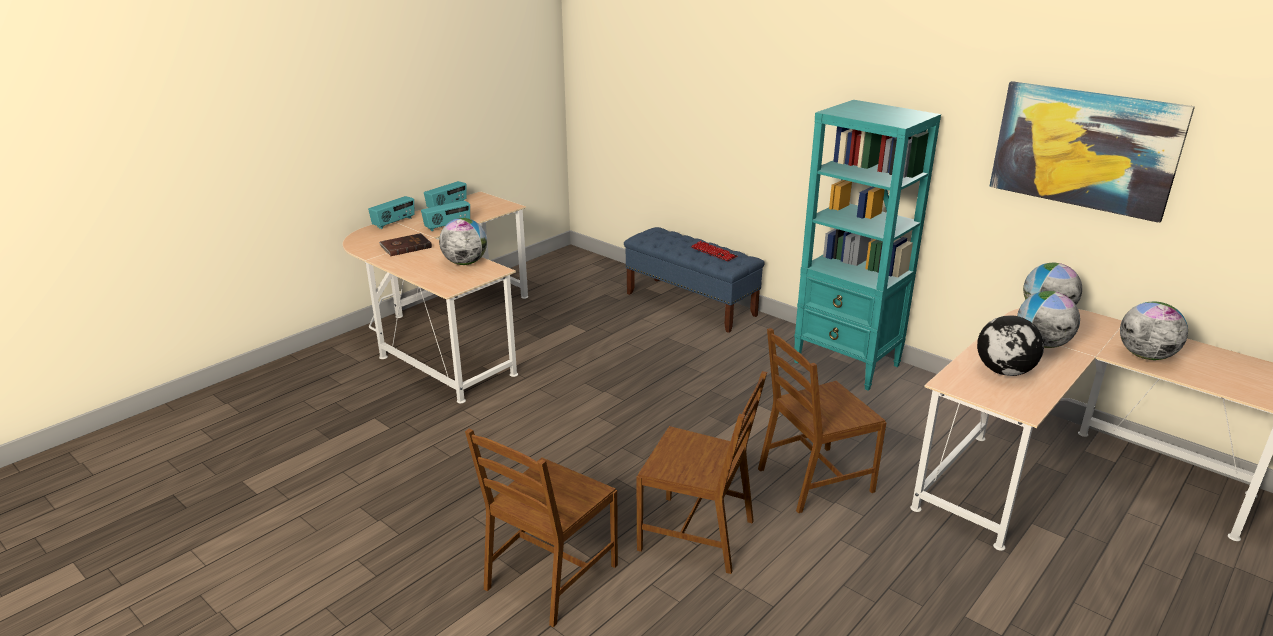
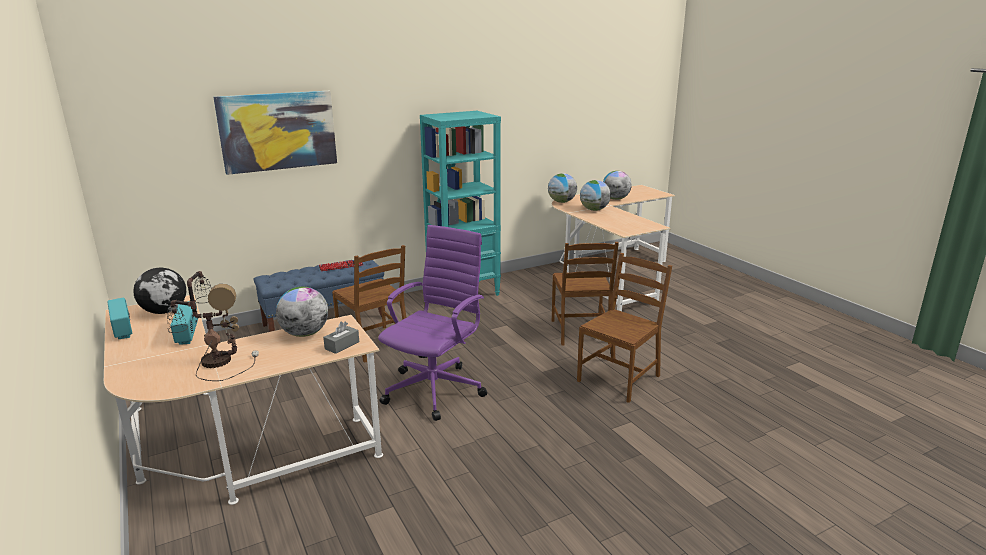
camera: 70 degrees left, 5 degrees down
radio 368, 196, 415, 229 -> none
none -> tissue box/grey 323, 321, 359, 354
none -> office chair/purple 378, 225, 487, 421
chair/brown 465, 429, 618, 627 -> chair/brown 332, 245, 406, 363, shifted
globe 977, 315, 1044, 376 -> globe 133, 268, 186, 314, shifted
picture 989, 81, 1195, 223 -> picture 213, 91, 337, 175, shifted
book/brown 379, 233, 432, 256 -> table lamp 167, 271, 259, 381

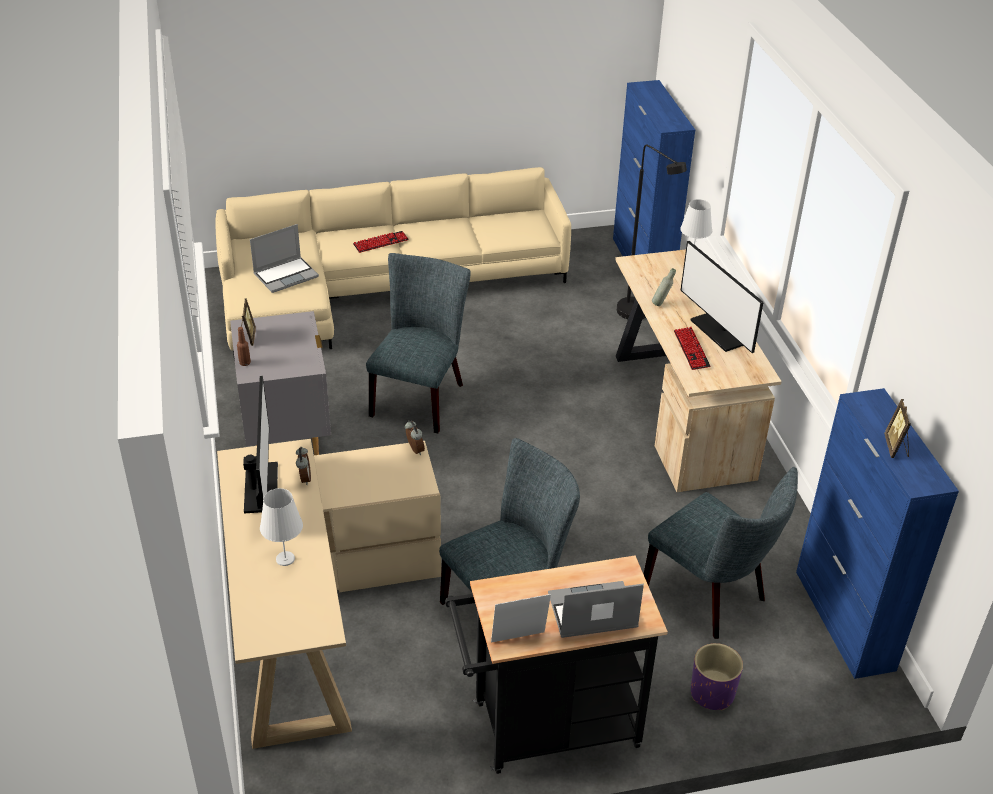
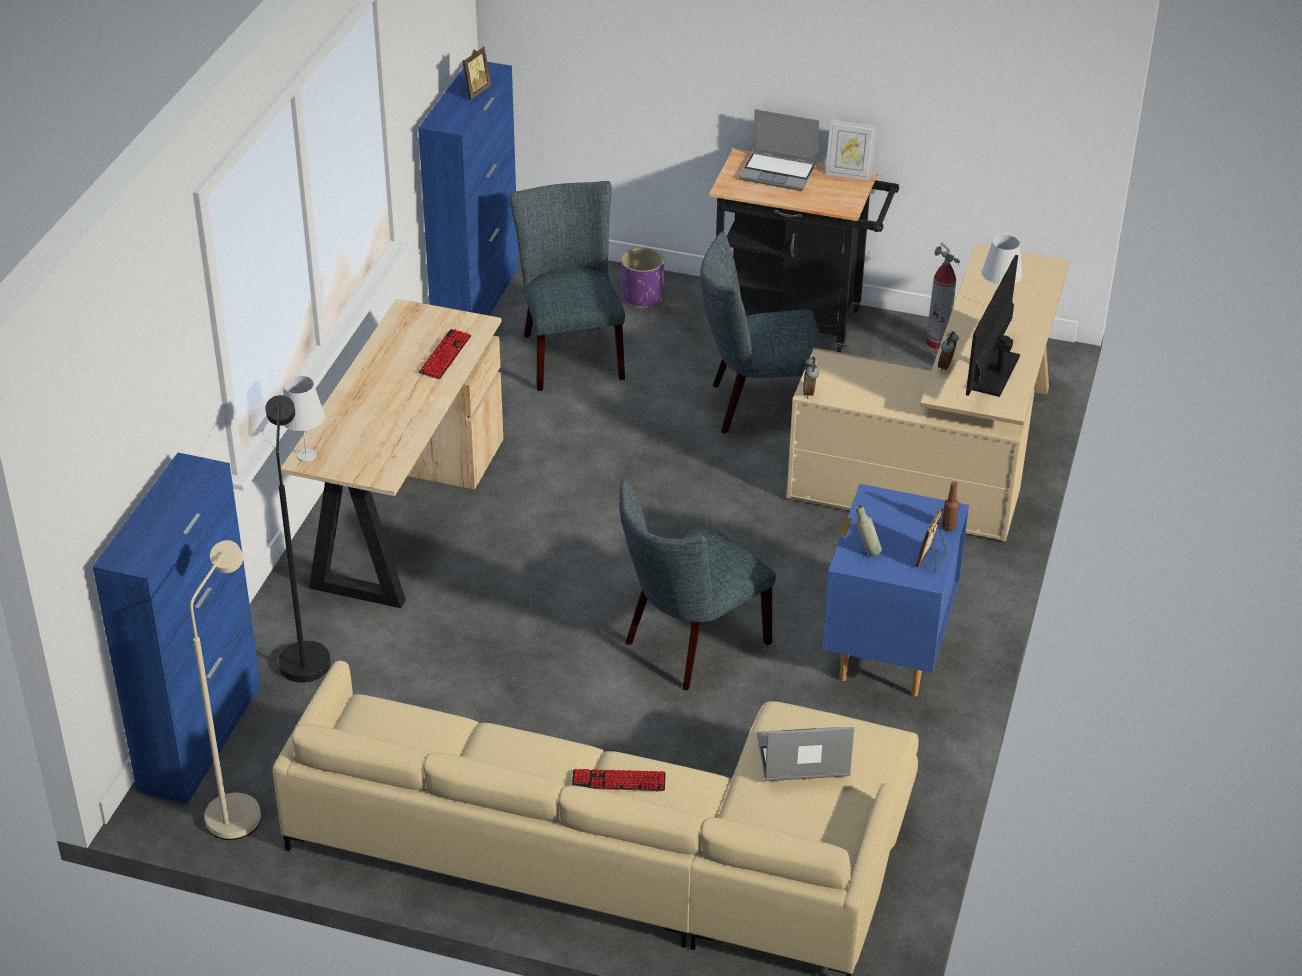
camera: 150 degrees left, 0 degrees up
monitor 681, 241, 764, 353 -> none
none -> floor lamp/beige 190, 540, 261, 840
none -> fire extinguisher 926, 242, 960, 349
bottle/grey 652, 268, 676, 306 -> bottle/grey 856, 505, 882, 556, shifted
nightstand/grey 230, 311, 331, 455 -> nightstand/blue 822, 484, 969, 696

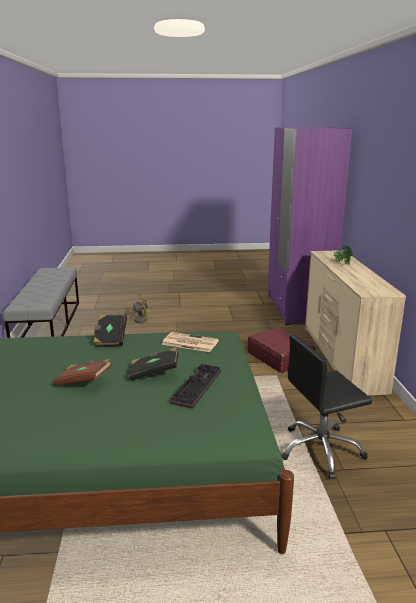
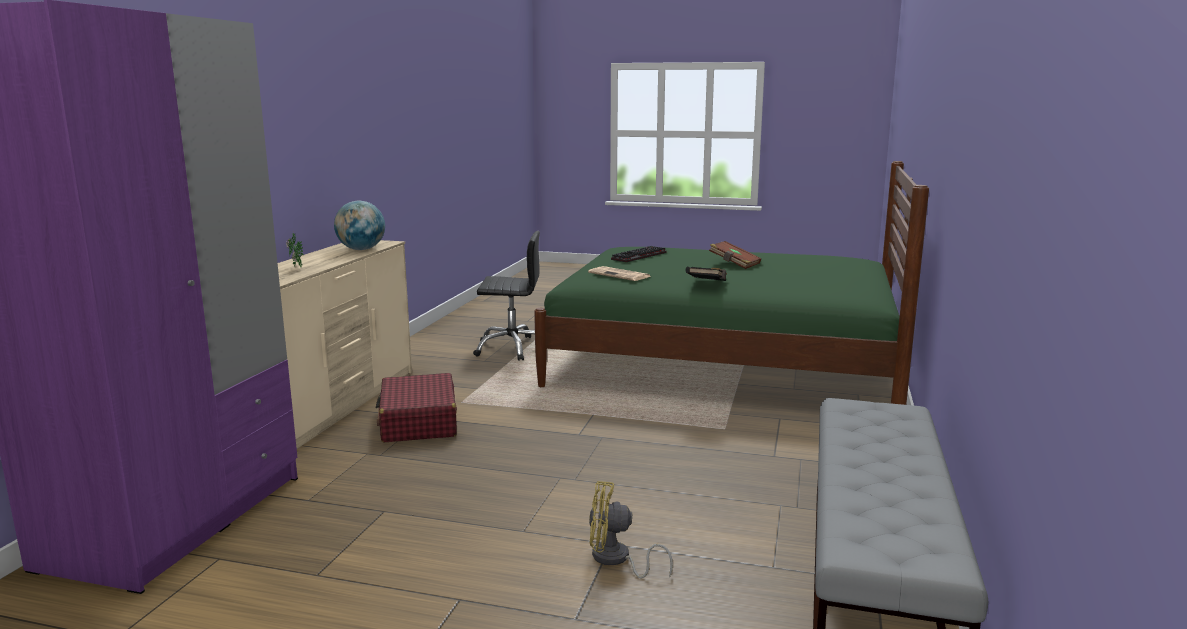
camera: 160 degrees left, 5 degrees down
book/black 129, 348, 178, 380 -> none
none -> globe 334, 201, 385, 250

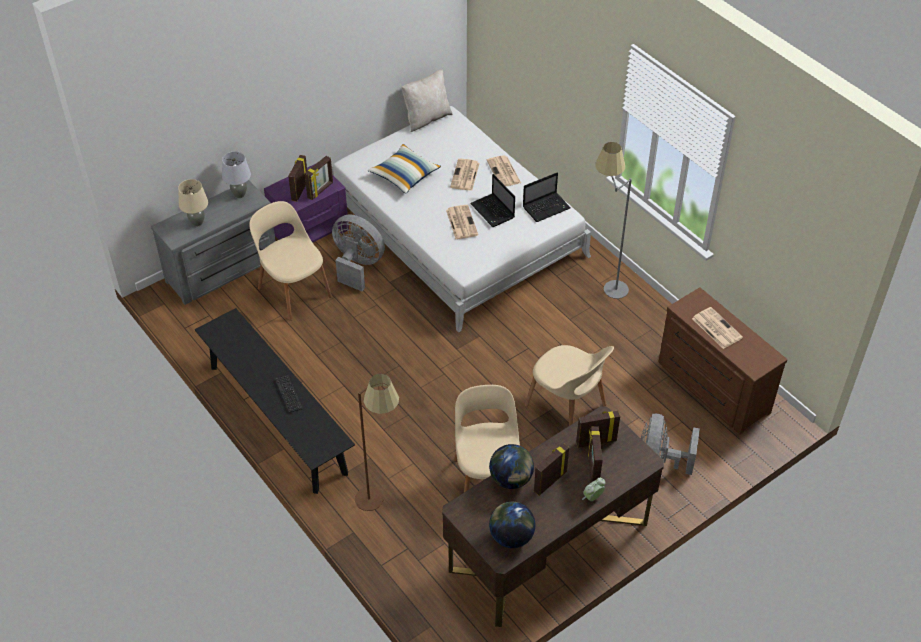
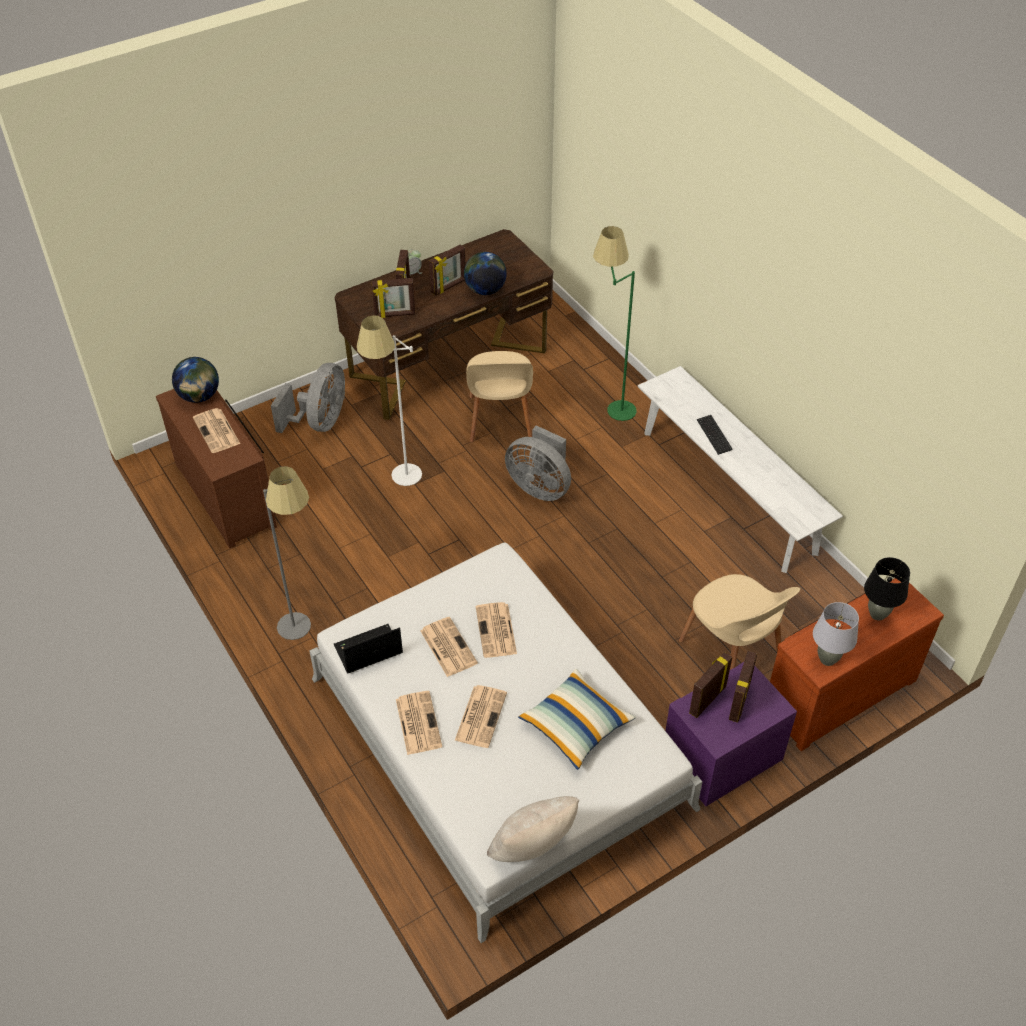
camera: 175 degrees left, 0 degrees up
fan/grey 332, 215, 385, 291 -> fan/grey 505, 425, 571, 501, shifted
globe 489, 502, 535, 548 -> globe 172, 357, 219, 403, shifted
laptop 470, 174, 515, 227 -> newspaper 420, 617, 478, 677
chair/beige 524, 345, 614, 426 -> floor lamp/white 357, 315, 422, 486
dresser/grey 151, 180, 275, 305 -> dresser/brown 770, 578, 944, 751
table lamp/beige 178, 179, 208, 227 -> table lamp/black 864, 557, 910, 621
bench/black 195, 308, 355, 494 -> bench/white 638, 366, 843, 573
floor lamp/brown 355, 374, 399, 511 -> floor lamp/green 593, 226, 637, 421

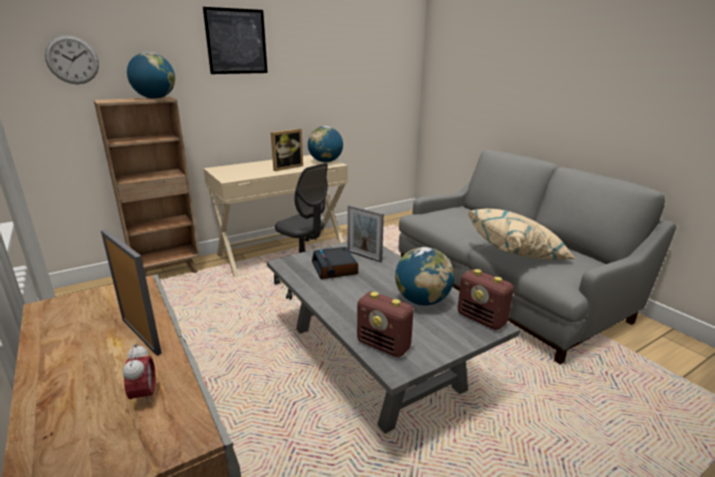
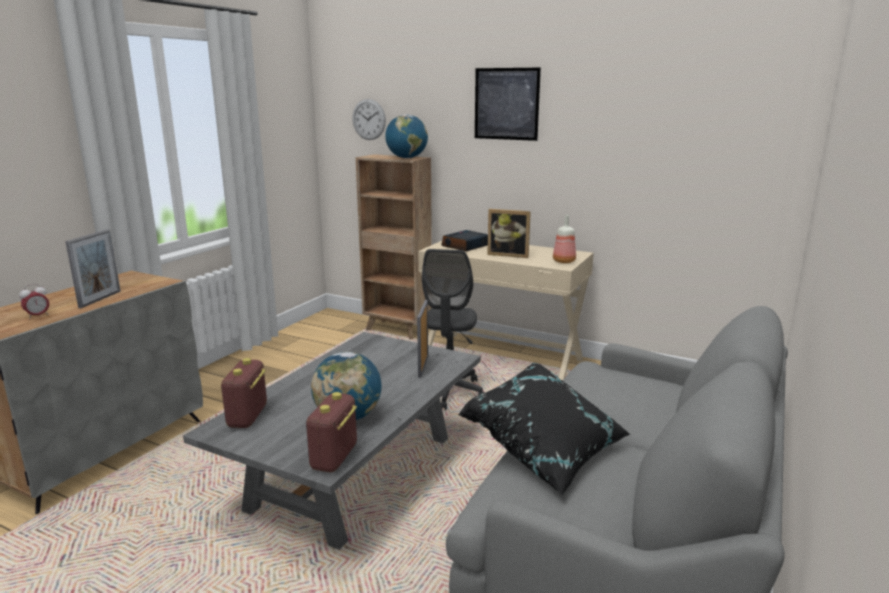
camera: 60 degrees right, 5 degrees down
alarm clock 312, 247, 358, 279 -> alarm clock 442, 230, 488, 251, shifted
globe 308, 126, 343, 163 -> bottle 553, 215, 576, 263
pillow/beige 467, 209, 576, 260 -> pillow/black 458, 363, 630, 495

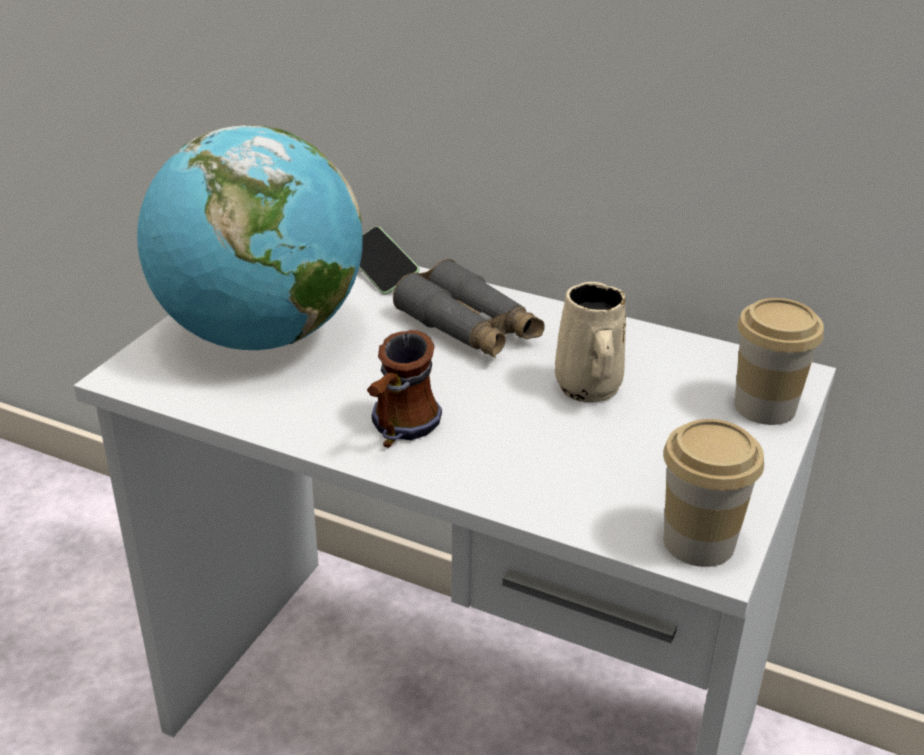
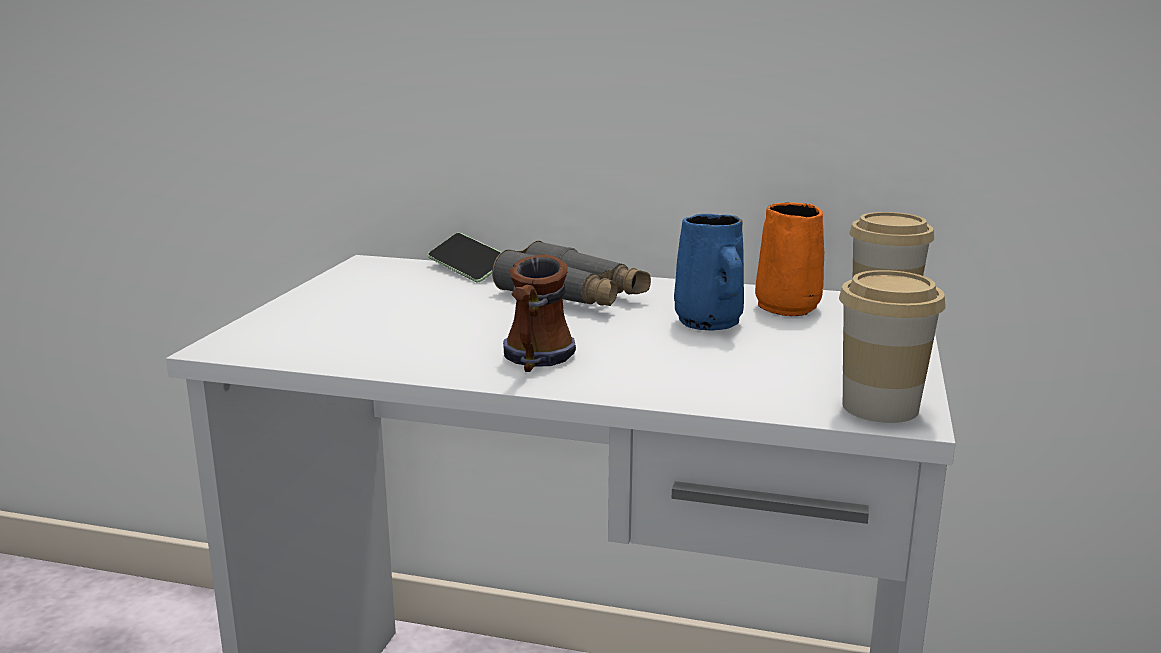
camera: 10 degrees left, 15 degrees down
globe 137, 125, 363, 350 -> none
none -> mug/orange 755, 202, 824, 316
mug/beige 555, 282, 626, 402 -> mug/blue 674, 214, 744, 331

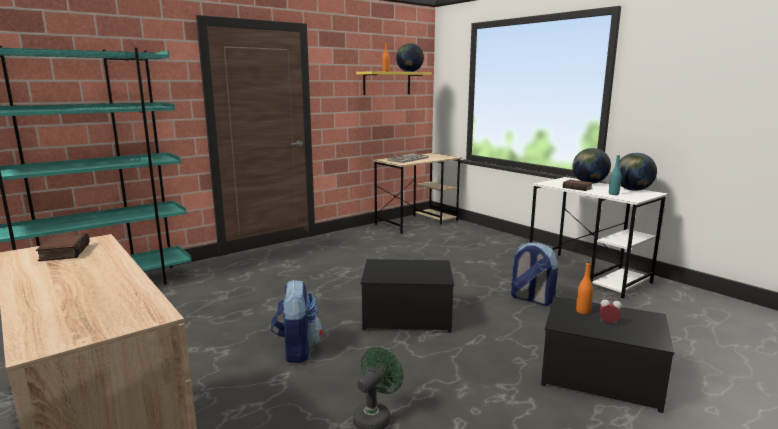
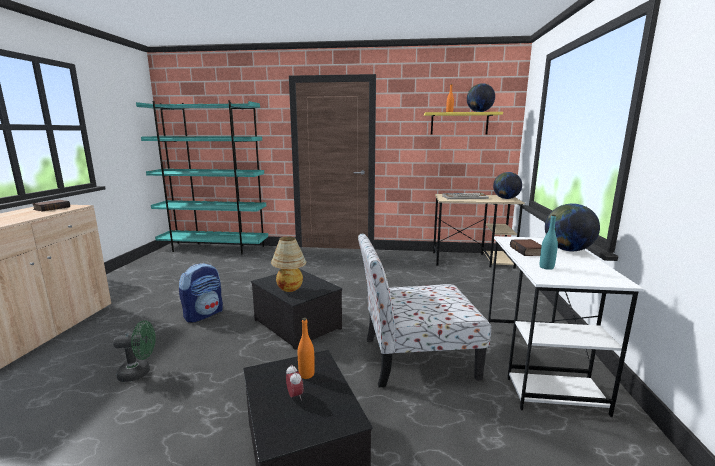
camera: 45 degrees right, 0 degrees up
none -> table lamp 271, 236, 306, 292
globe 619, 153, 657, 191 -> globe 493, 172, 522, 199, shifted
backpack 511, 242, 558, 306 -> chair 358, 234, 491, 387

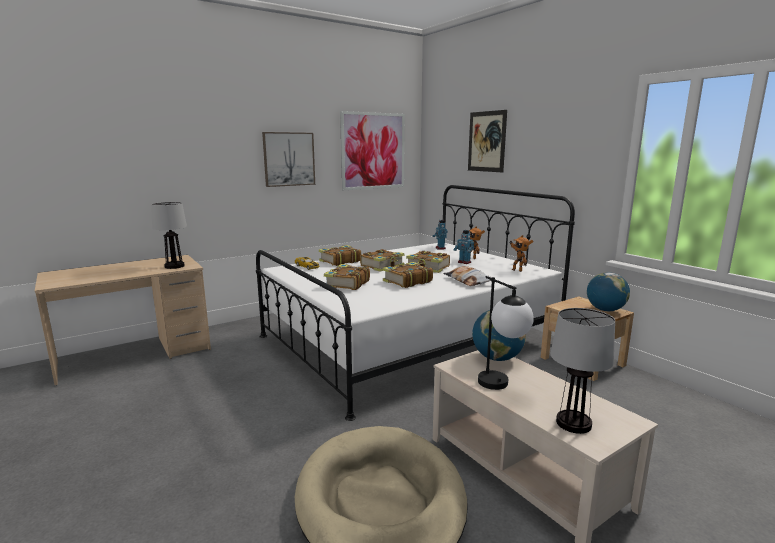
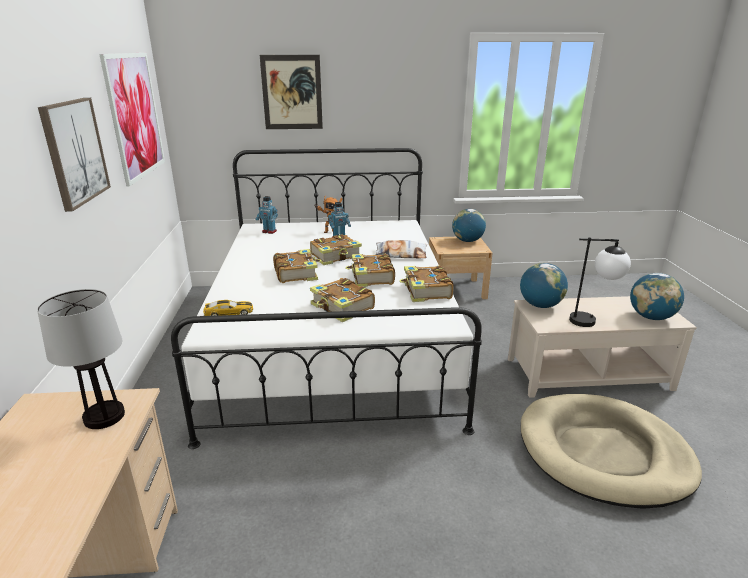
camera: 60 degrees left, 10 degrees up
toy robot 510, 235, 534, 272 -> none
book 319, 245, 361, 266 -> book 399, 265, 454, 302, shifted
table lamp 551, 308, 615, 434 -> globe 630, 273, 684, 320

